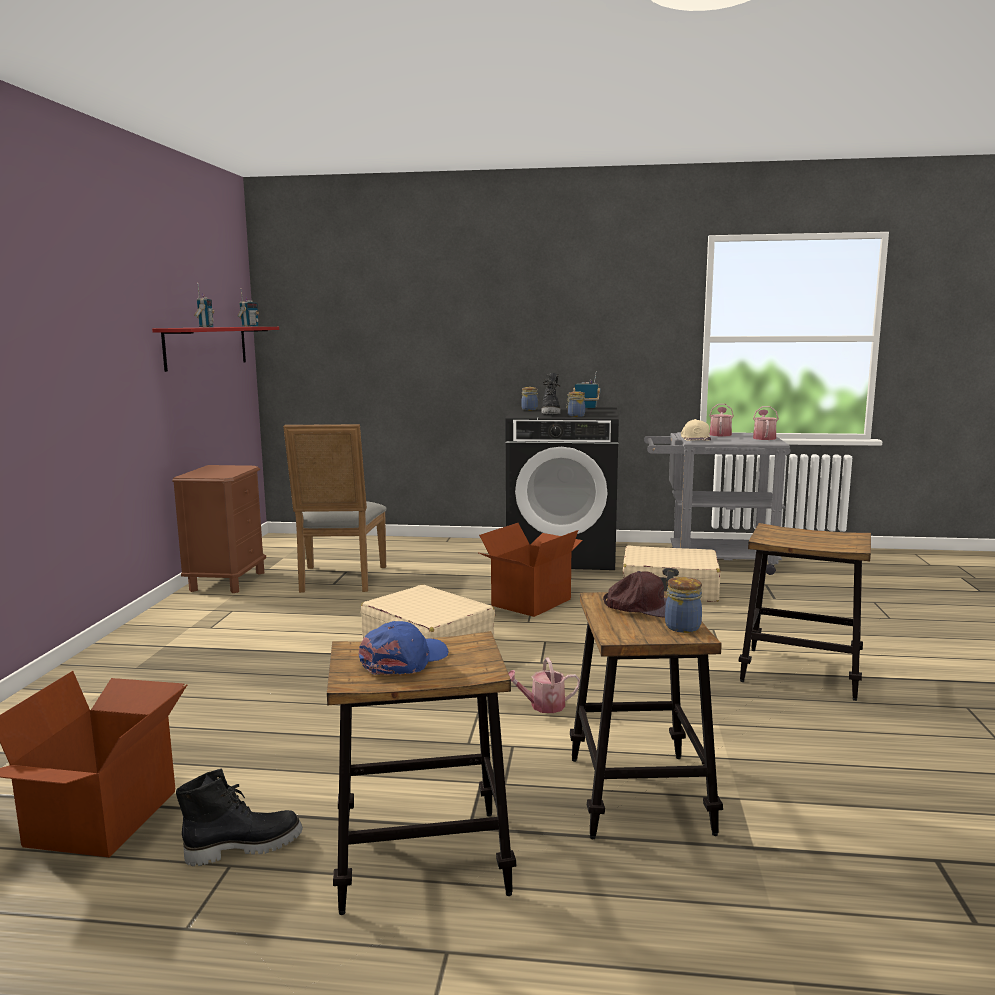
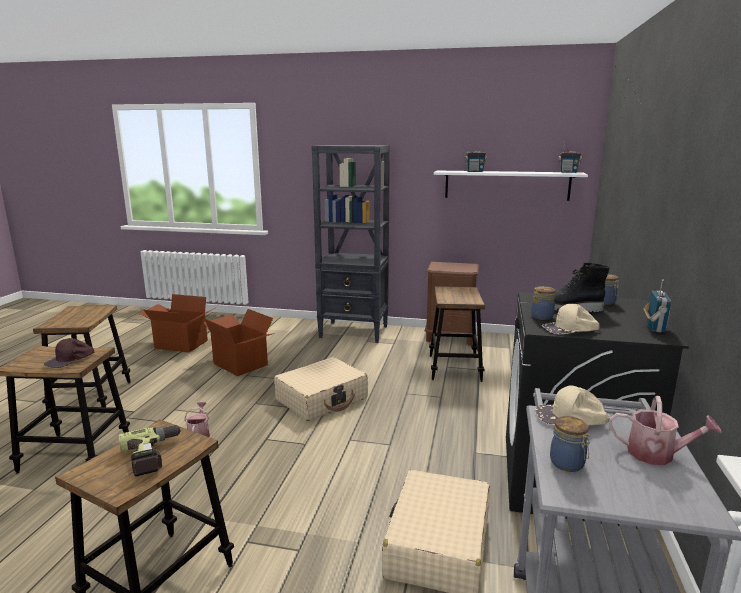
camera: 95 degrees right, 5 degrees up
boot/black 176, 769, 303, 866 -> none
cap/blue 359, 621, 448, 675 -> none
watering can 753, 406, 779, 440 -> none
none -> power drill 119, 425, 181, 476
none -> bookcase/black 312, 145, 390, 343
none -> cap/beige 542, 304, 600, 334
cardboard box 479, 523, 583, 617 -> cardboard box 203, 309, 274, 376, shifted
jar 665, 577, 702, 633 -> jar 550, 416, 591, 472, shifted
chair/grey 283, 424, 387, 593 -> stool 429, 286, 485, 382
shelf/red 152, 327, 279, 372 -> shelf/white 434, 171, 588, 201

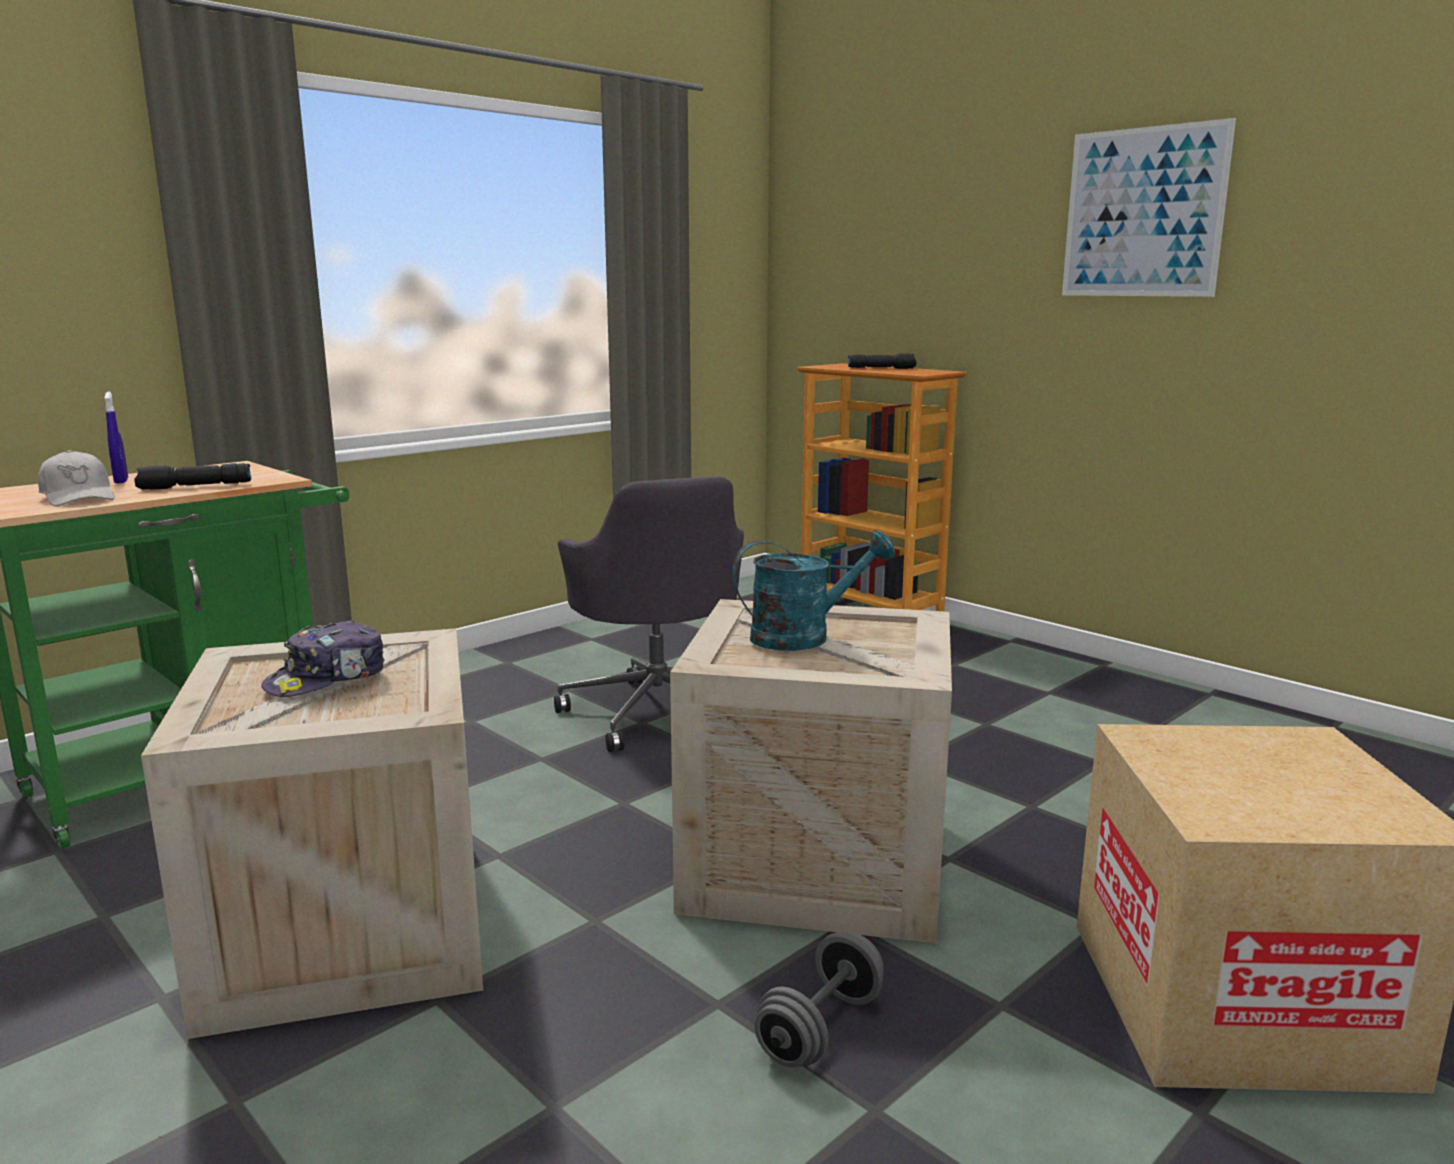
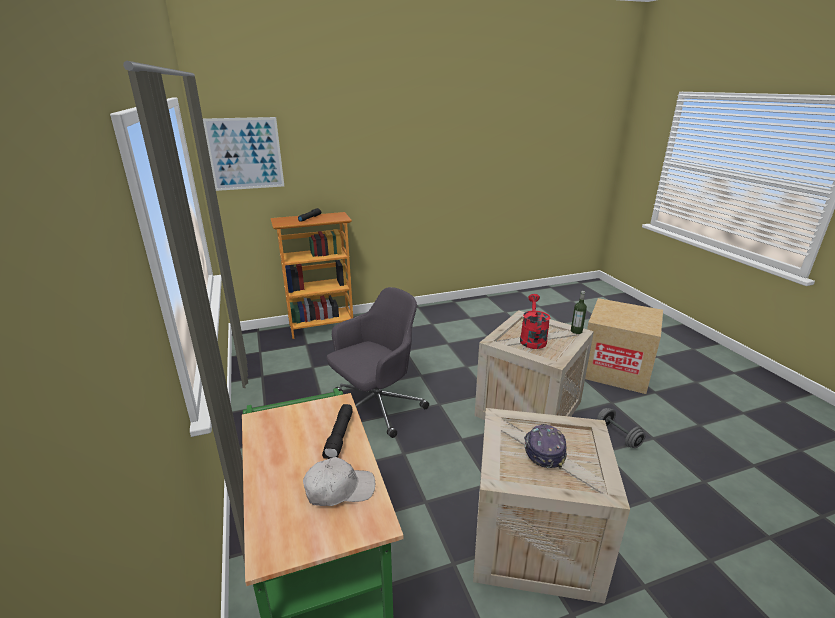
camera: 65 degrees left, 10 degrees up
spray bottle/blue 104, 392, 128, 484 -> none
none -> bottle 571, 291, 587, 334
picture 1062, 118, 1236, 297 -> picture 203, 117, 284, 191, shifted
watering can/turquoise 732, 530, 895, 651 -> watering can/red 520, 294, 550, 349
cap 261, 620, 385, 697 -> cap 524, 424, 567, 469, 150 degrees counterclockwise
office chair/grey 554, 476, 744, 752 -> office chair/grey 327, 287, 429, 438, 45 degrees counterclockwise

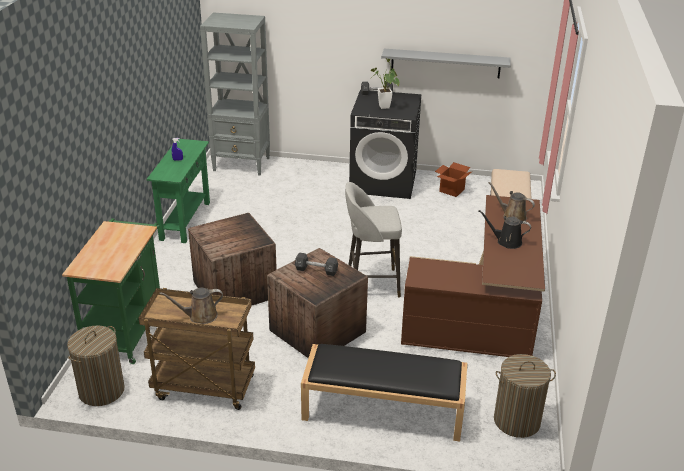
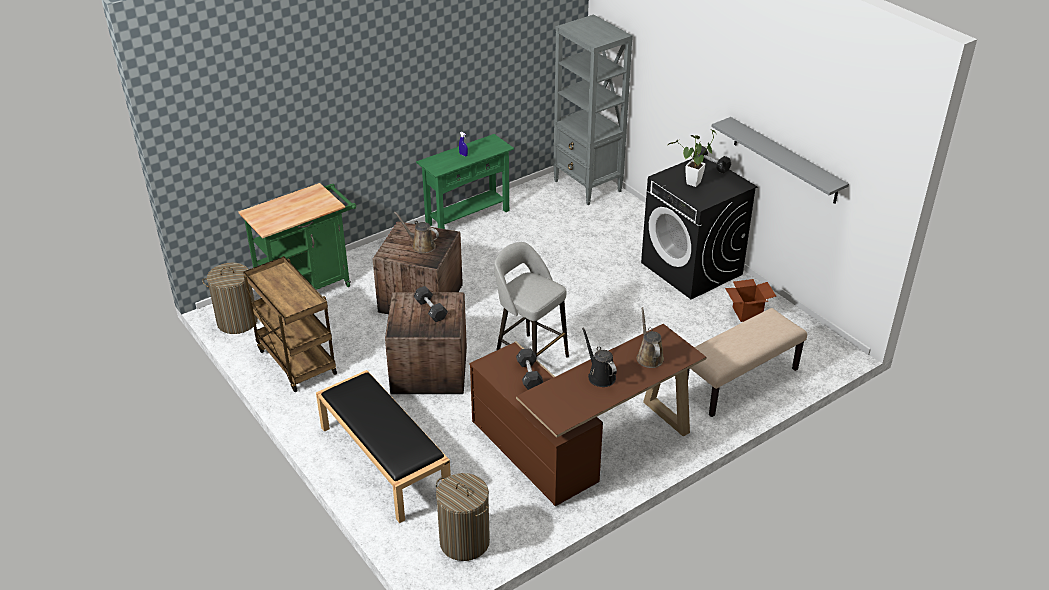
camera: 45 degrees right, 5 degrees up
none -> dumbbell/black 516, 348, 543, 390
watering can/brown 160, 288, 223, 324 -> watering can/brown 394, 212, 439, 253, shifted

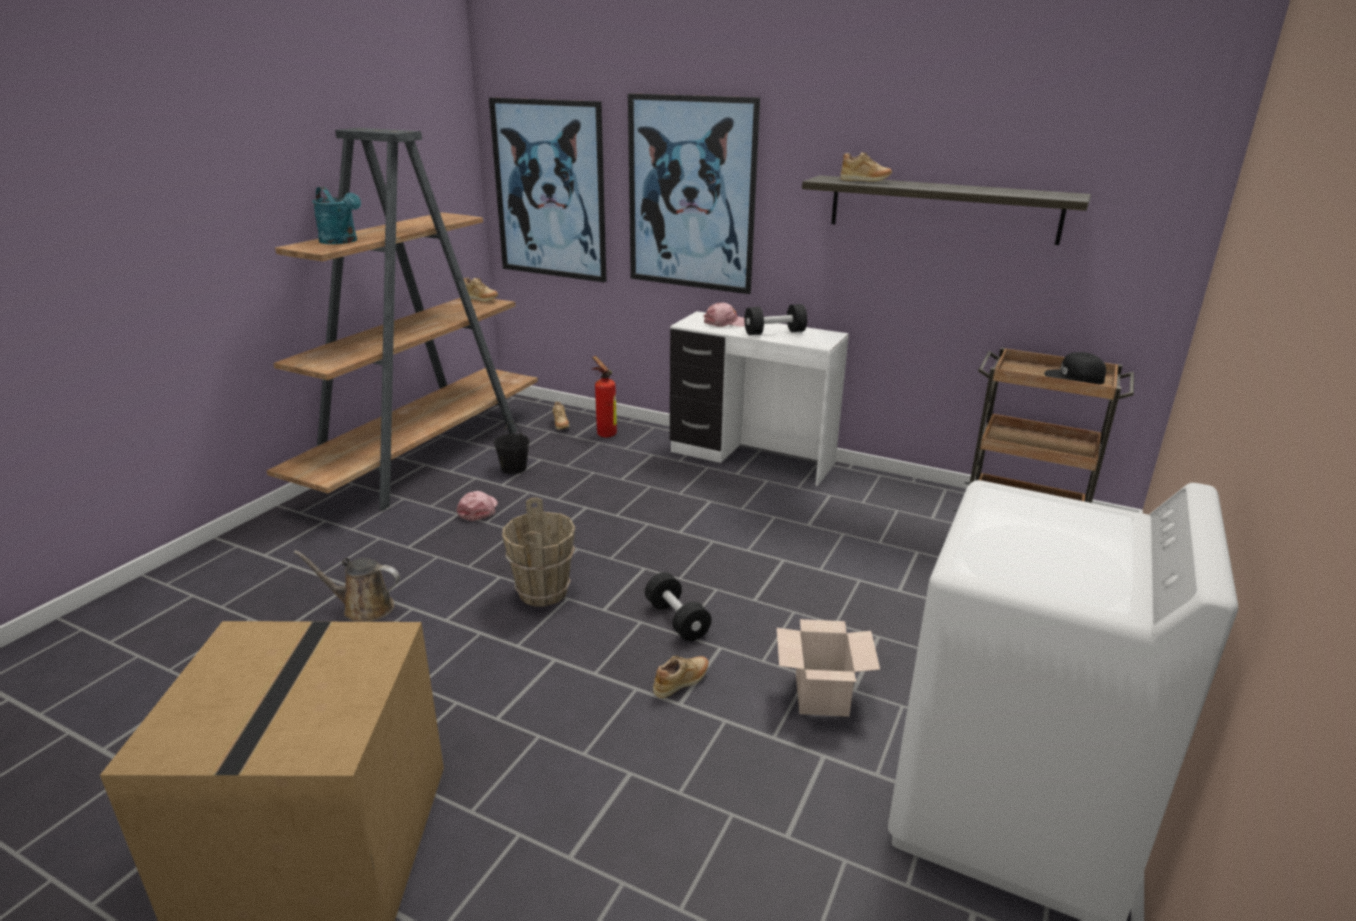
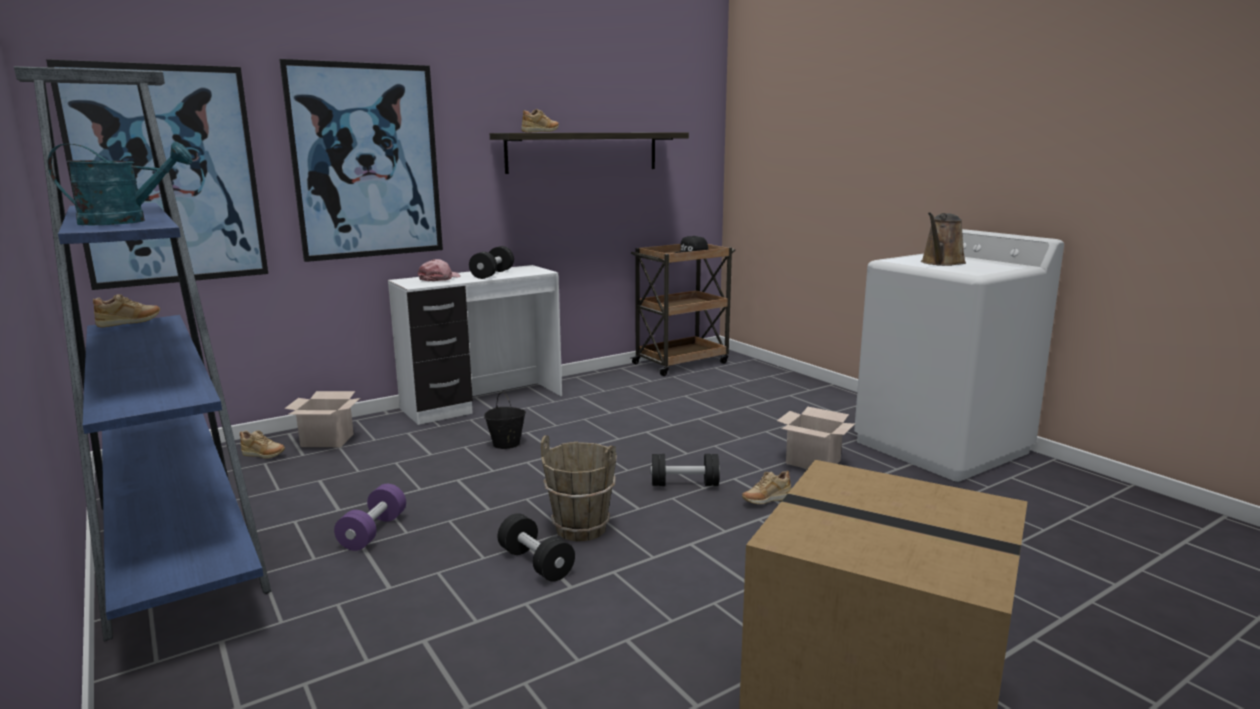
camera: 60 degrees left, 10 degrees down
none -> dumbbell/black 497, 513, 575, 581
watering can/brown 293, 550, 400, 622 -> watering can/brown 921, 212, 966, 266, shifted
bucket/black 494, 421, 530, 474 -> bucket/black 484, 391, 526, 449, shifted
cap/pink 457, 491, 498, 521 -> dumbbell/purple 334, 484, 406, 551
fire extinguisher 592, 356, 617, 437 -> cardboard box 284, 391, 360, 447
bookcase/brown 267, 128, 538, 511 -> bookcase/blue 14, 66, 271, 641
shoe/beige 653, 656, 708, 698 -> shoe/beige 742, 471, 791, 504, 105 degrees counterclockwise

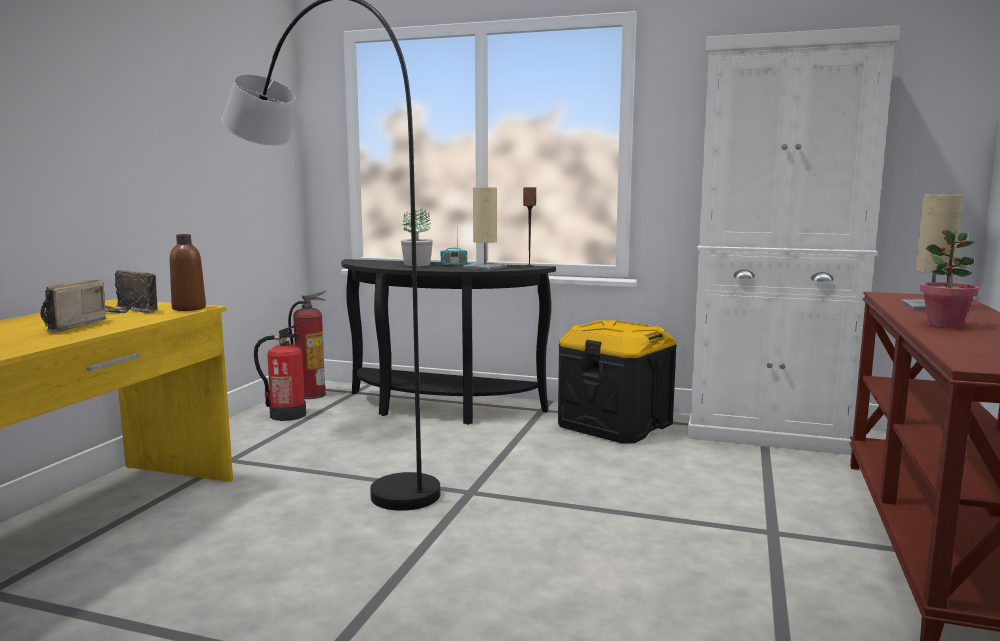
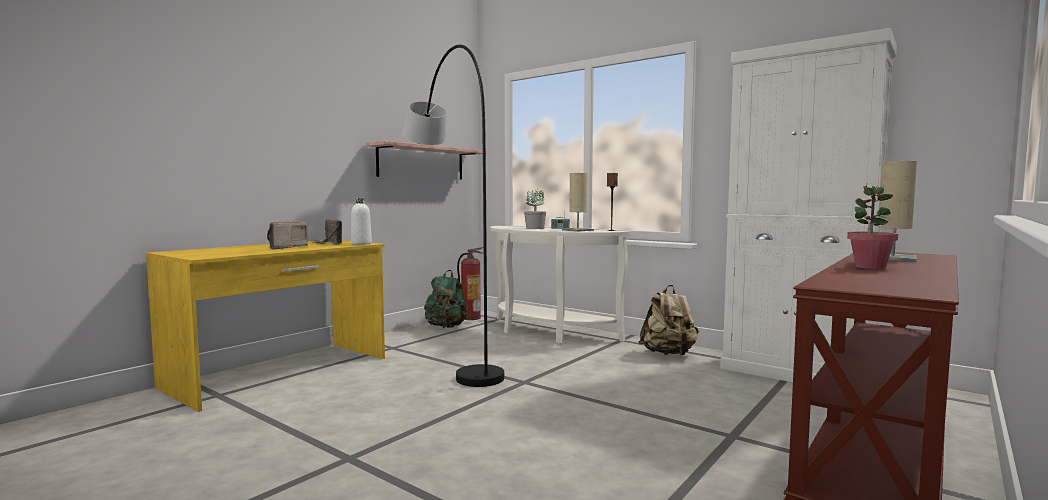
camera: 20 degrees right, 5 degrees down
none -> shelf 365, 141, 487, 180
fire extinguisher 254, 322, 306, 421 -> backpack/green 424, 270, 468, 328
storage box/black 558, 320, 677, 444 -> backpack/beige 638, 285, 699, 356
bottle/brown 170, 234, 206, 311 -> bottle/white 351, 198, 372, 245
console table/black 341, 259, 556, 425 -> console table/white 490, 226, 632, 344

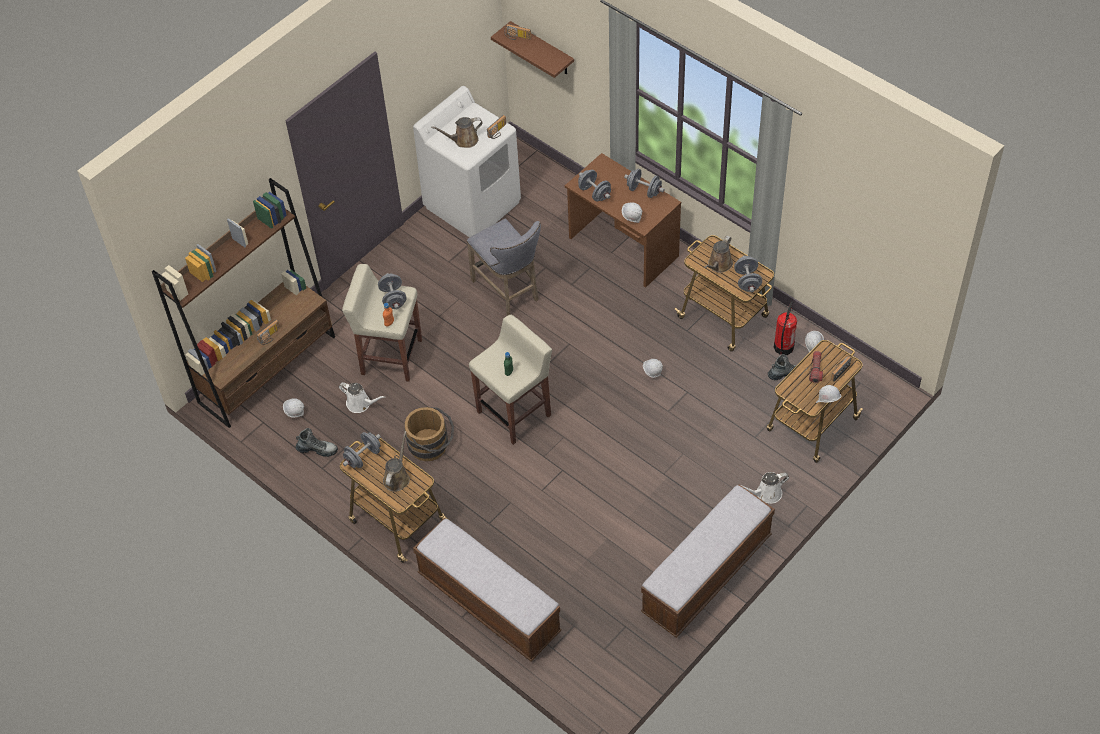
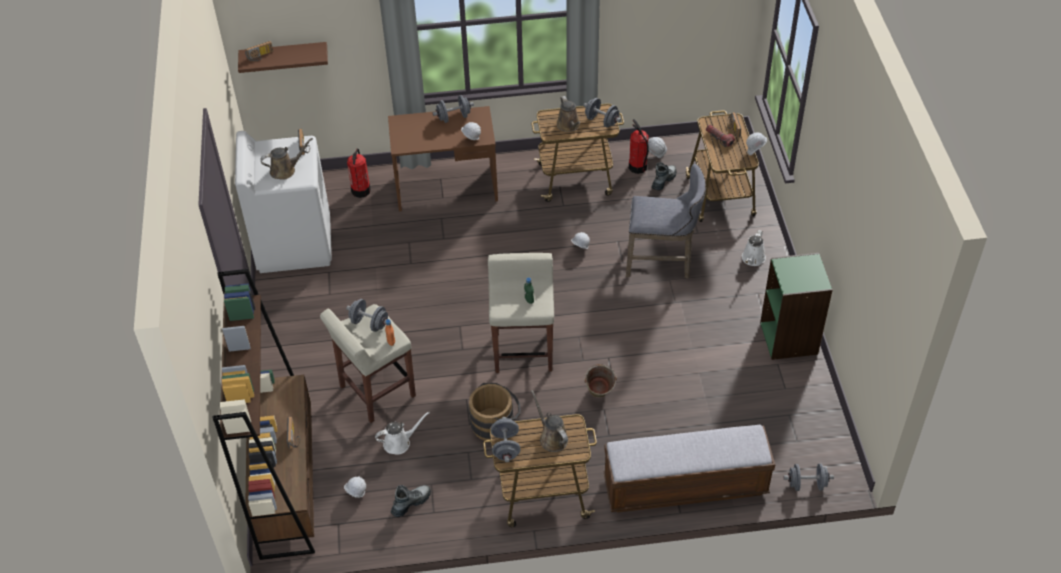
camera: 50 degrees left, 5 degrees down
none -> fire extinguisher 347, 148, 371, 198
none -> bucket/green 584, 364, 617, 398
stool/grey 467, 219, 541, 316 -> stool/grey 626, 164, 706, 279, shifted
dumbbell/grey 578, 170, 611, 201 -> dumbbell/grey 784, 464, 834, 491, shifted
bench 641, 485, 775, 638 -> bookcase/green 760, 253, 833, 360
watering can/brown 431, 117, 483, 148 -> watering can/brown 260, 138, 313, 180, 135 degrees counterclockwise

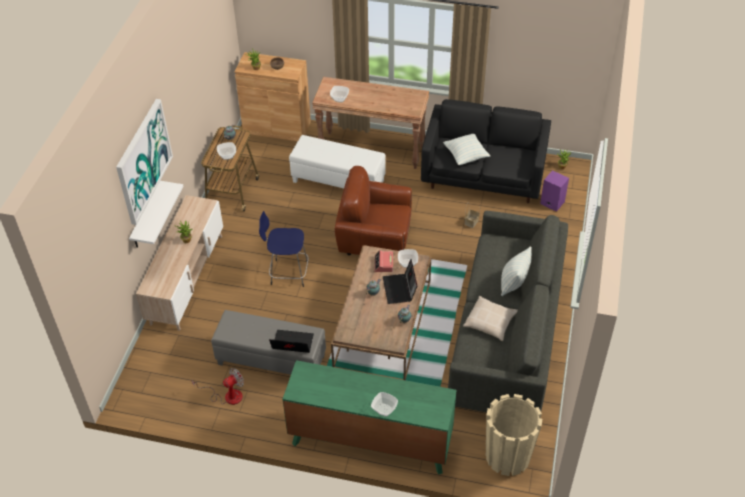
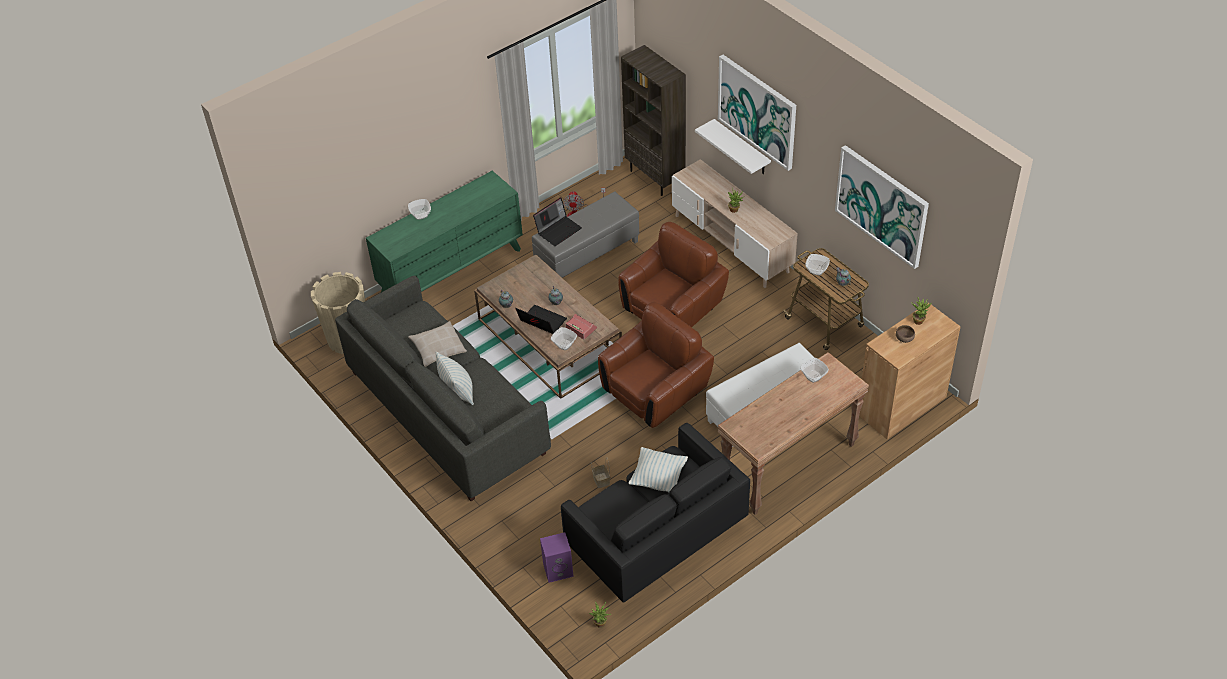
camera: 130 degrees right, 0 degrees up
none -> bookcase/brown 621, 45, 686, 196
none -> picture 835, 145, 929, 269
stool/blue 259, 211, 309, 287 -> armchair/brown 618, 222, 729, 327

